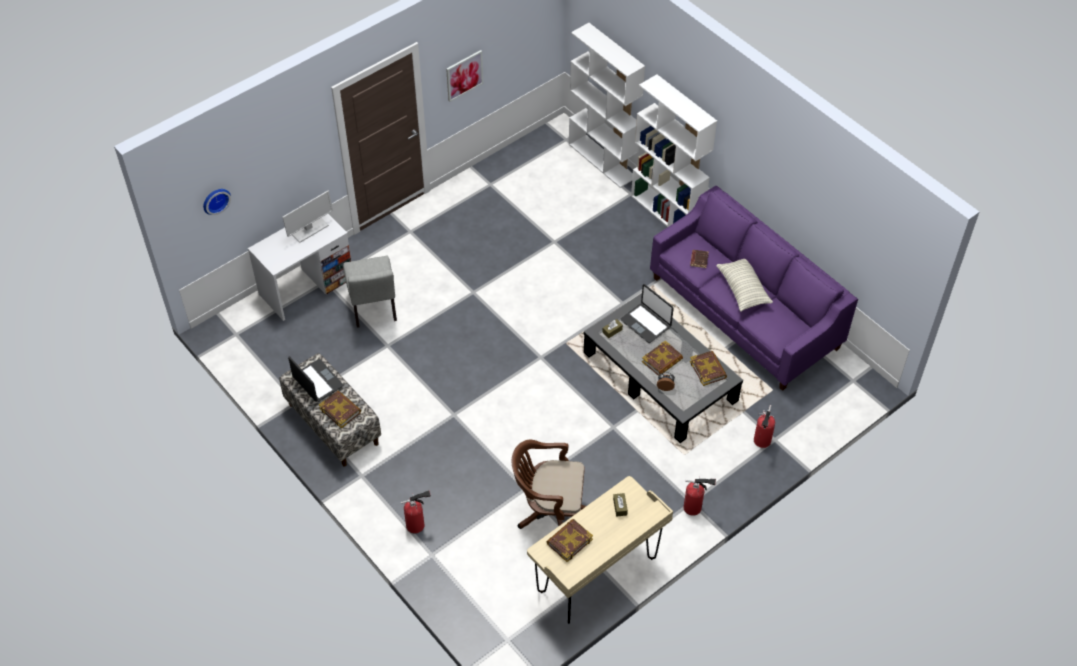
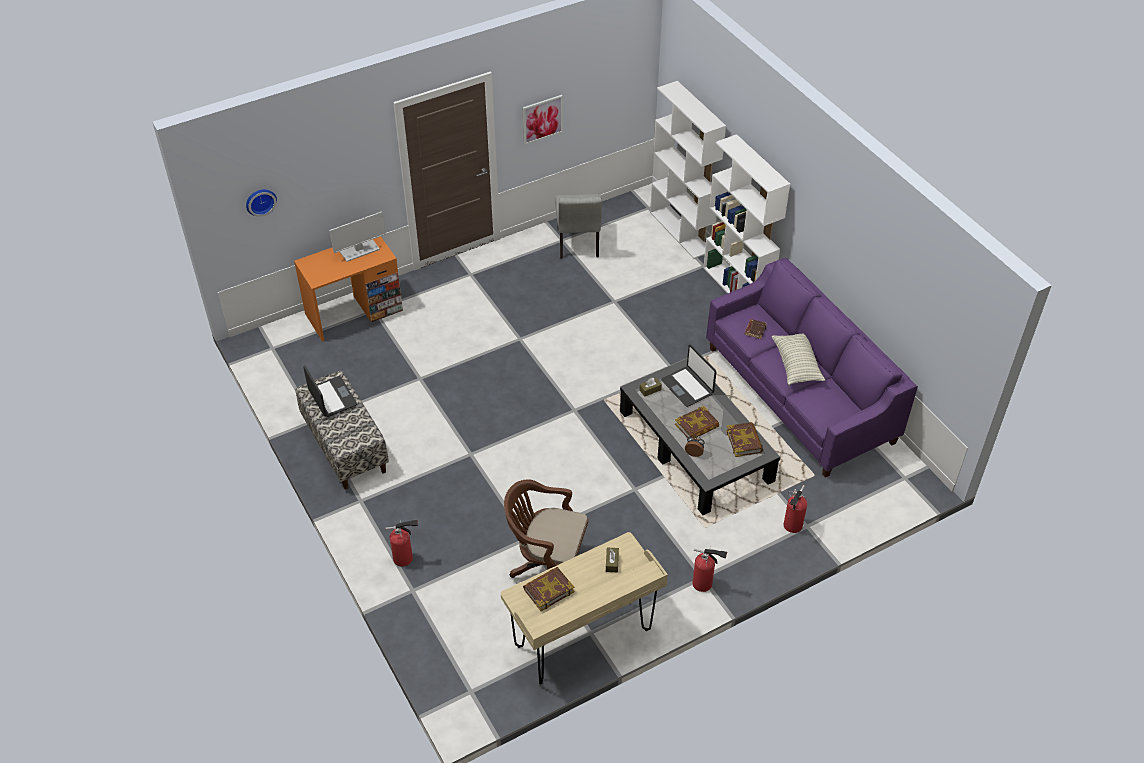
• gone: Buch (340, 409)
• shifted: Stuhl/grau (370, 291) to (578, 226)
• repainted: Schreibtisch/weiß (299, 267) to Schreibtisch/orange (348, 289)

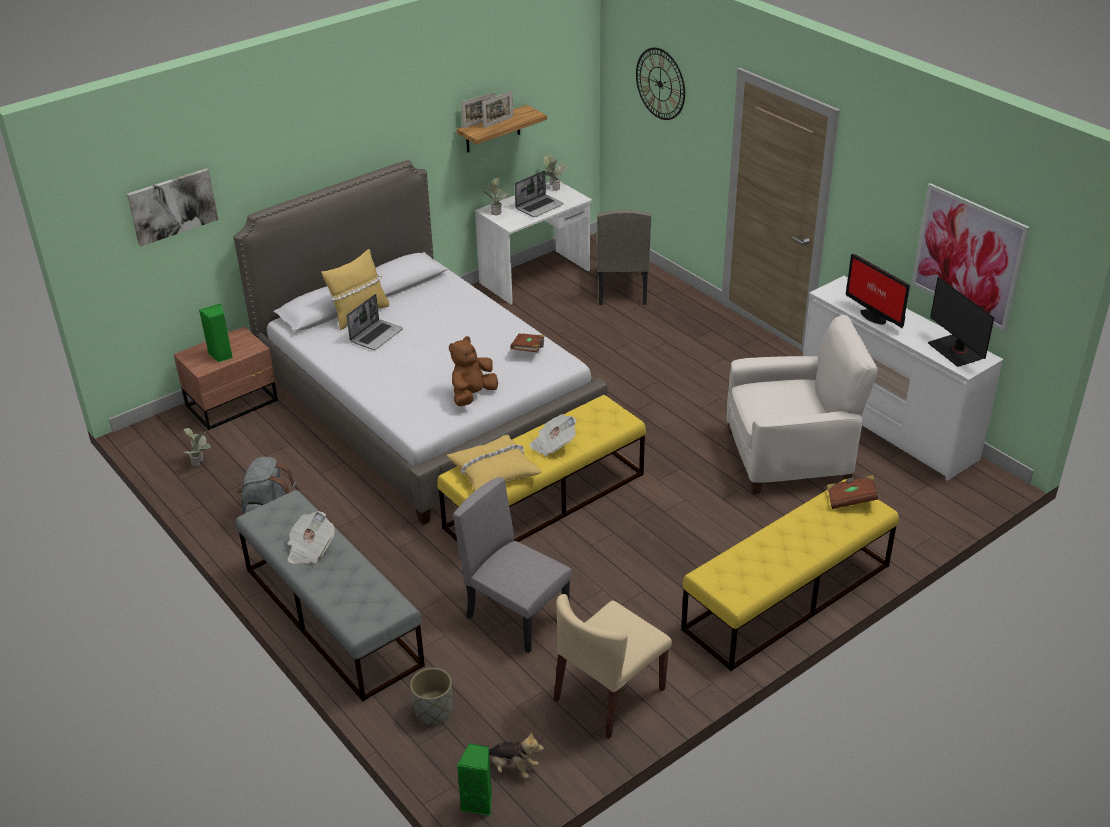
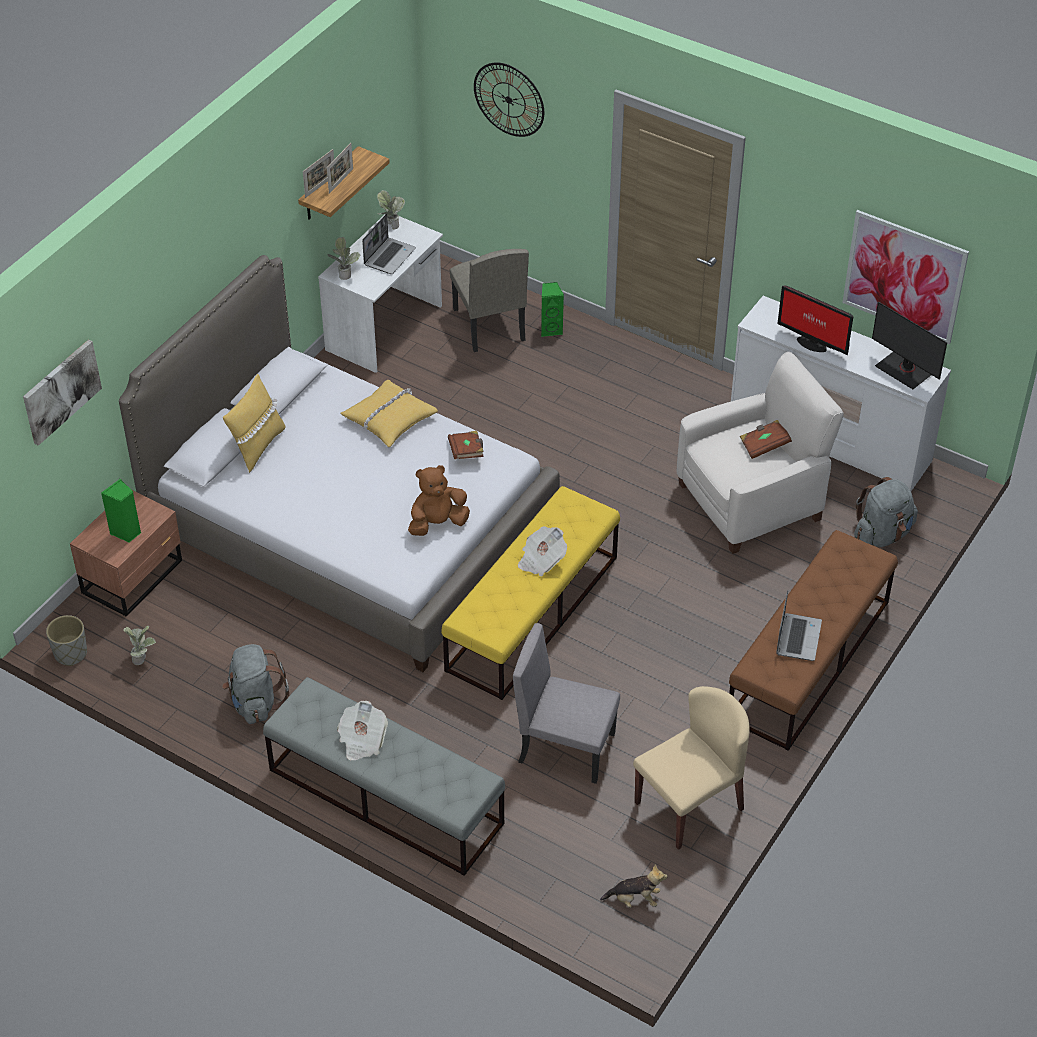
• new: Rucksack/grau (886, 512)
• shifted: Laptop (375, 322) to (799, 626)
• shifted: Pflanzkübel/grau (431, 696) to (66, 640)
• shifted: Kissen/gelb (494, 463) to (389, 413)
• shifted: Lautsprecher/grün (474, 779) to (552, 309)
• shifted: Buch/braun (852, 492) to (766, 439)
• repainted: Bank/gelb (790, 575) to Bank/braun (813, 640)
• rotated: Plüschtier/braun (473, 371) = (439, 500) 45 degrees clockwise
• rotated: Stuhl/beige (613, 667) = (691, 768) 150 degrees counterclockwise

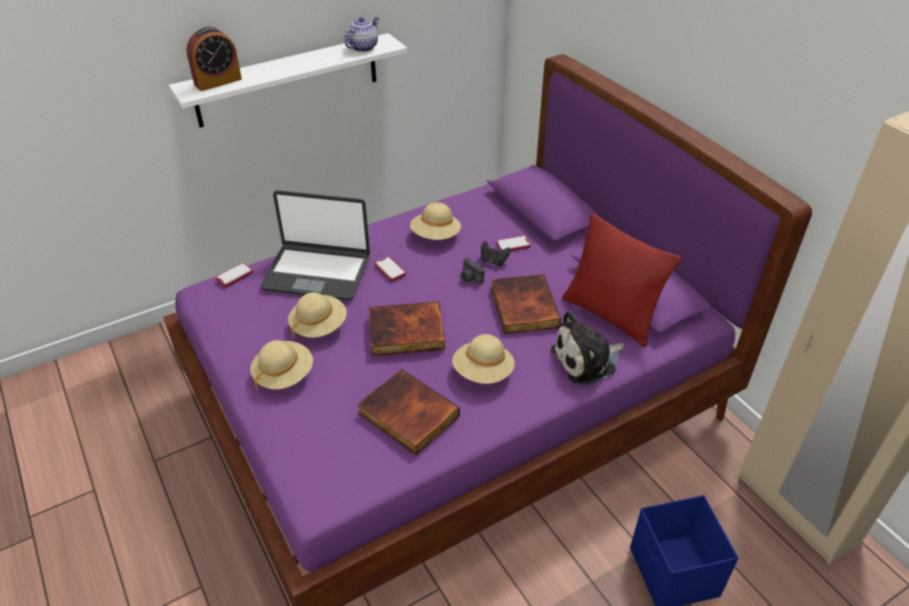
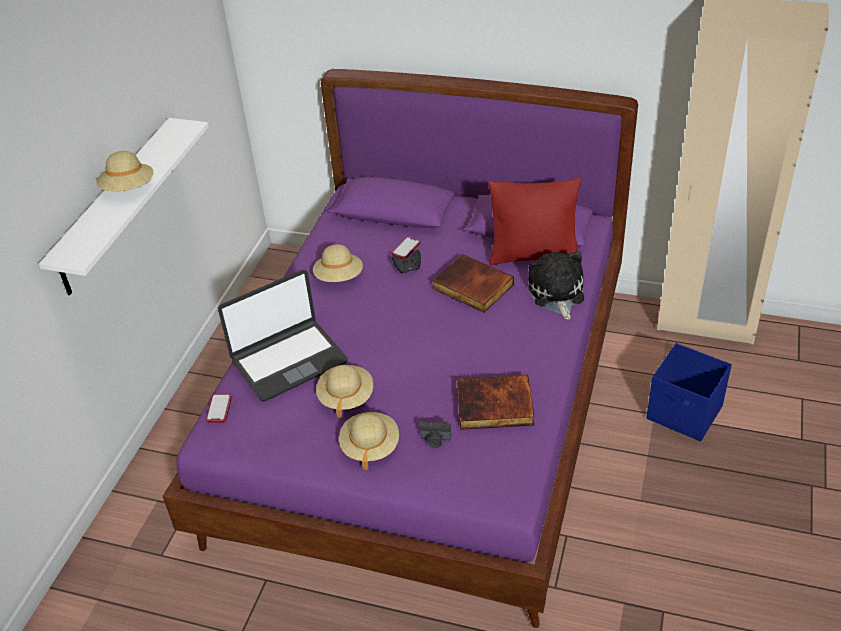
• gone: Wecker (214, 59)
• gone: Teekanne (361, 34)
• gone: Buch (407, 328)
• gone: Handy (390, 269)
• shifted: Hut/beige (483, 359) to (125, 171)
• shifted: Kamera (473, 270) to (435, 434)
• rotated: Plüschtier (587, 348) = (556, 285) 150 degrees clockwise

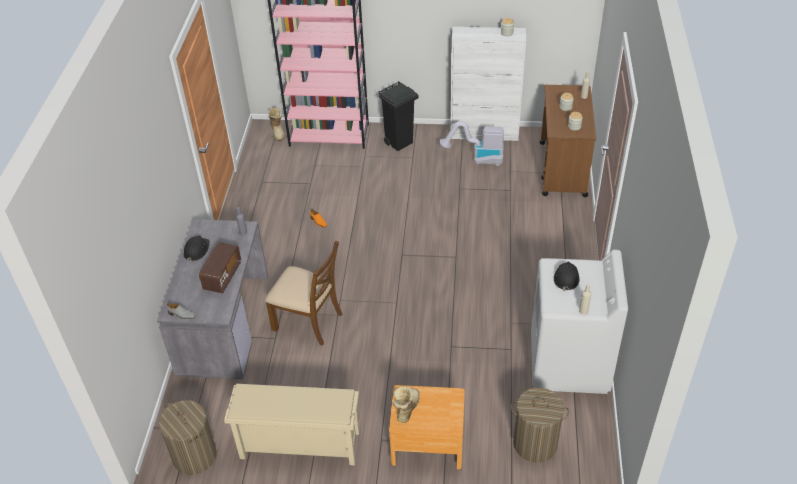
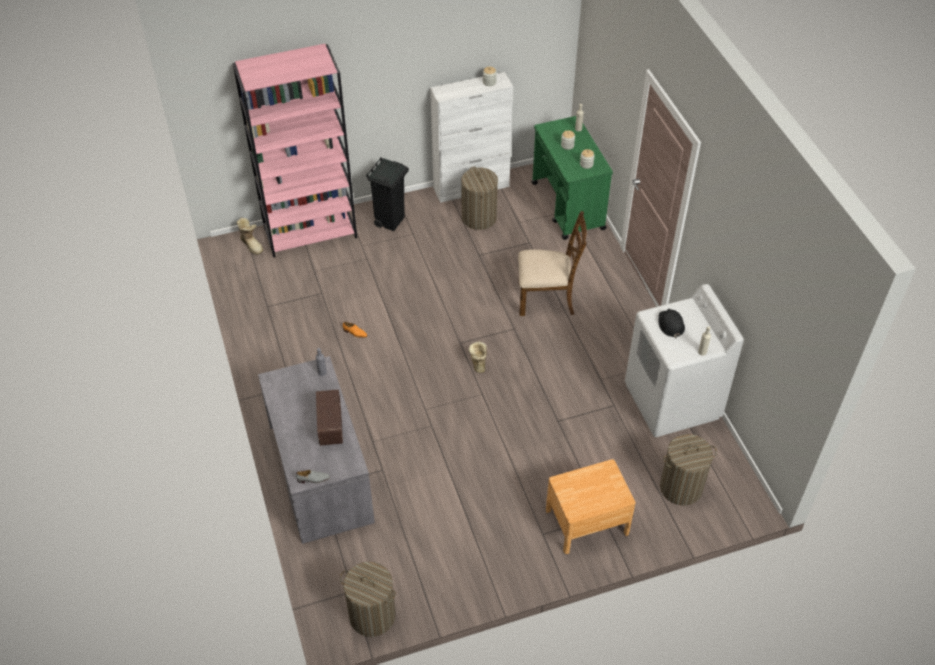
• gone: Schutzhelm/schwarz (197, 249)
• gone: Schuhregal/beige (291, 425)
• shifted: Stuhl/braun (303, 293) to (552, 263)
• shifted: Stiefel (406, 404) to (477, 357)
• swapped: Staubsauger (472, 143) to Wäschekorb (479, 198)
• repainted: Rollwagen/braun (568, 141) to Rollwagen/grün (572, 178)

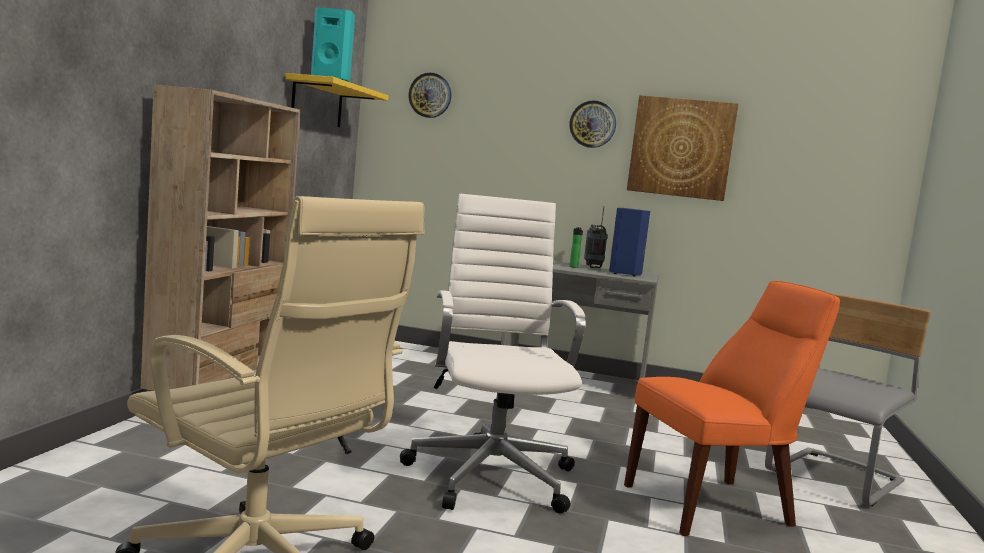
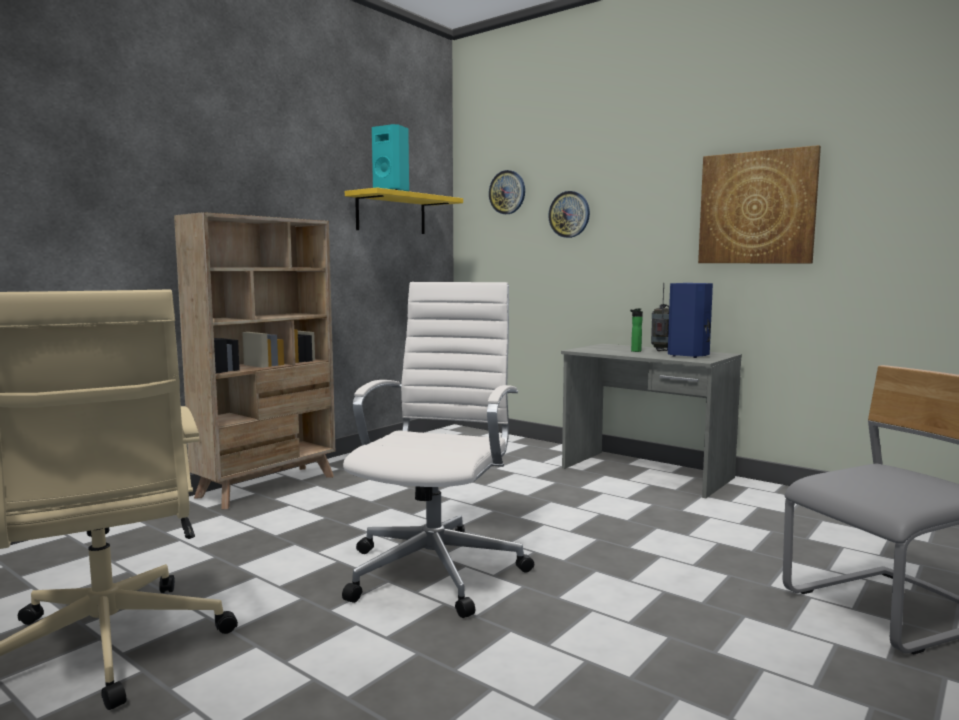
• gone: Stuhl/orange (732, 408)
• shifted: Wanduhr (592, 124) to (569, 214)

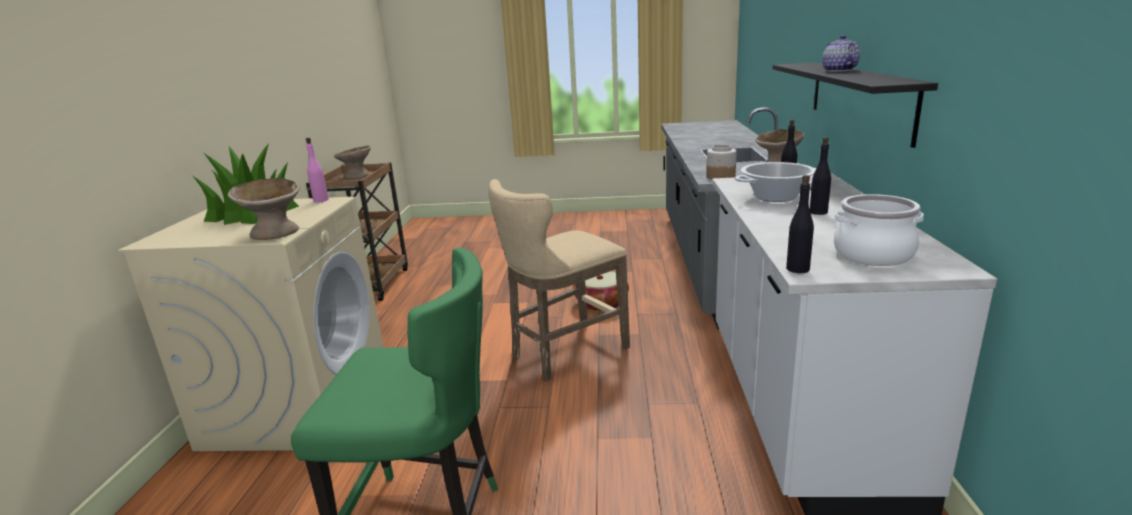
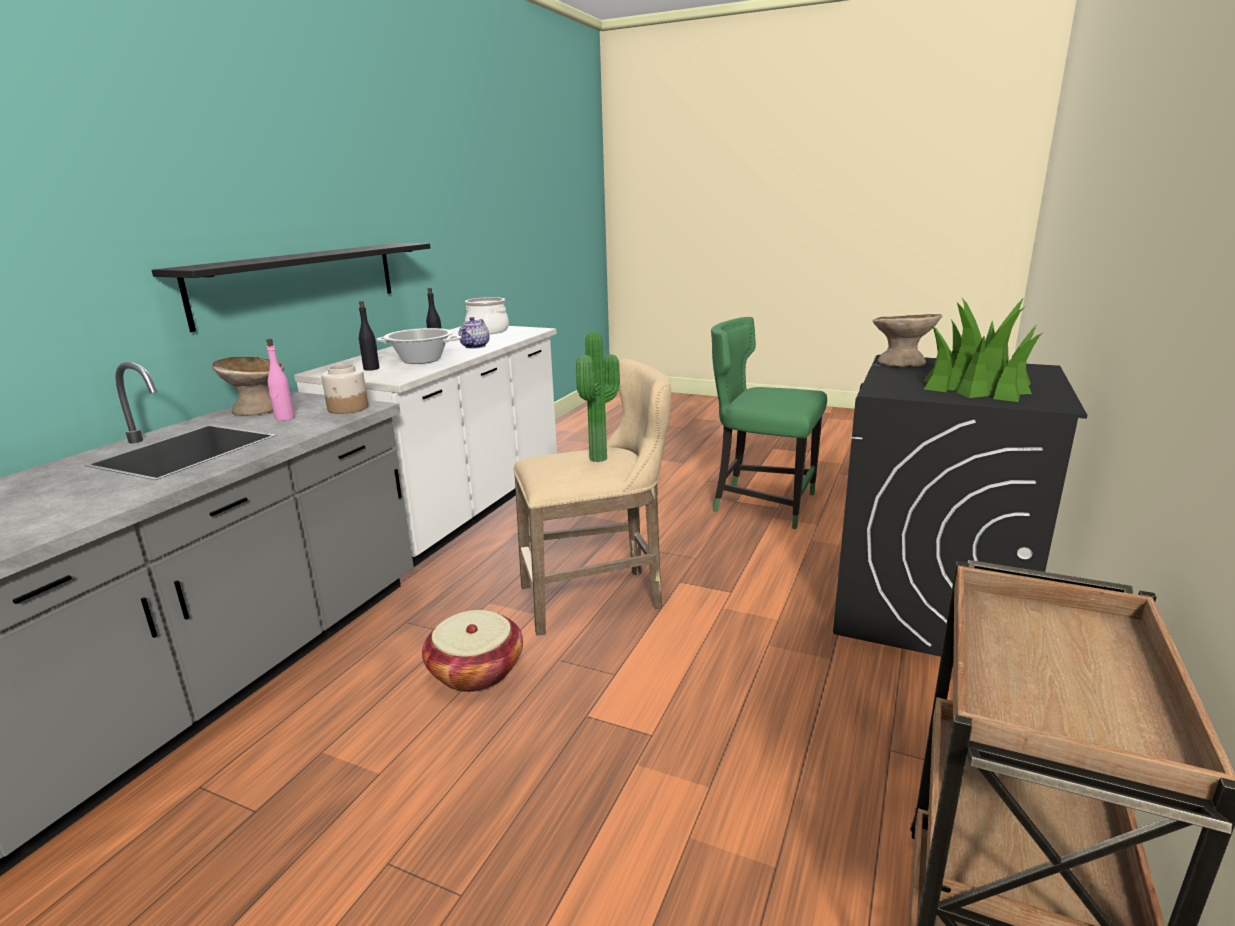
• gone: Schüssel/beige (352, 162)
• gone: Flasche/schwarz (800, 224)
• new: Topfpflanze (598, 397)
• shifted: Flasche/rosa (317, 170) to (280, 380)
• shifted: Teekanne (841, 53) to (474, 333)
• repainted: Waschmaschine/beige (251, 324) to Waschmaschine/schwarz (960, 506)

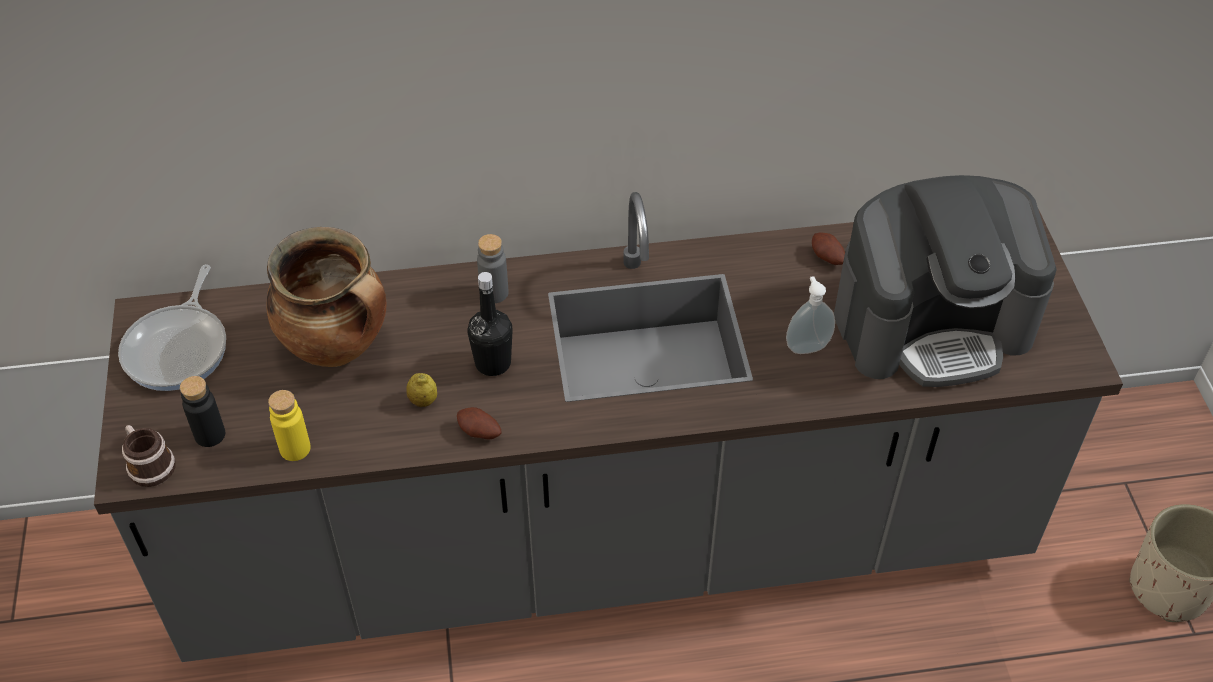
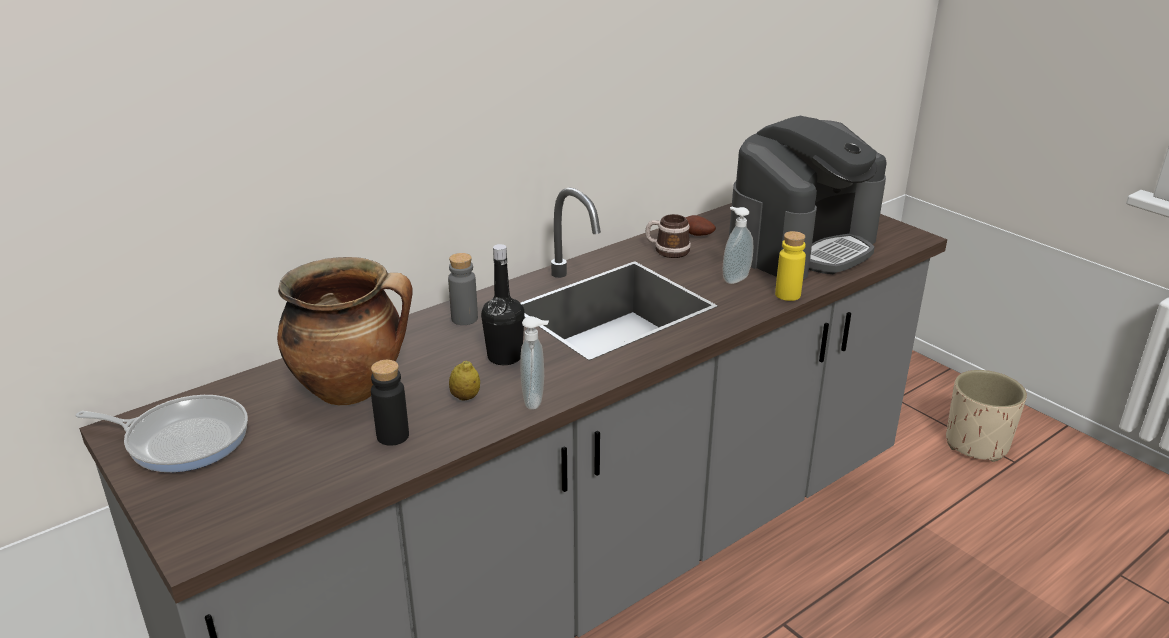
• shifted: Henkelbecher (149, 456) to (668, 236)
• shifted: Flasche/schwarz (202, 411) to (390, 403)
• shifted: Flasche/gelb (289, 425) to (790, 266)
• swapped: Kartoffel (479, 423) to Seifenspender (534, 363)
• rotated: Pfanne (172, 327) = (162, 433) 60 degrees counterclockwise

